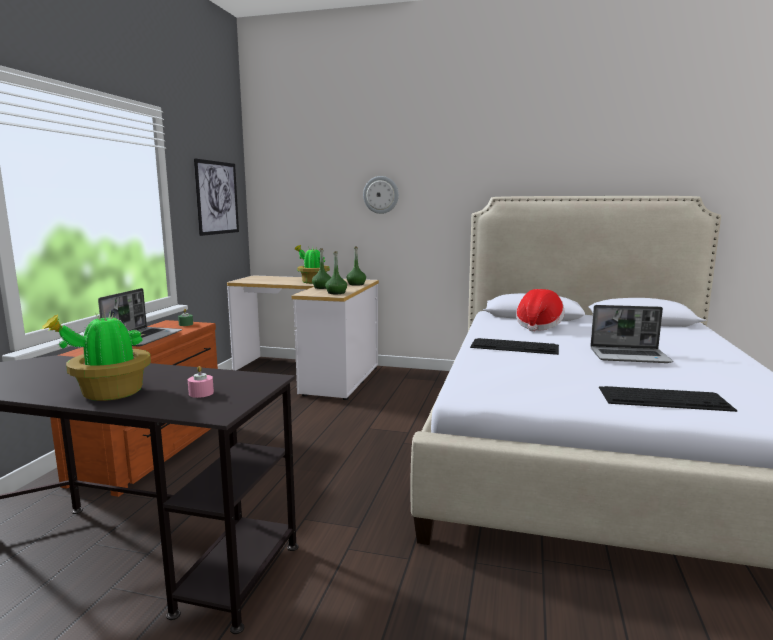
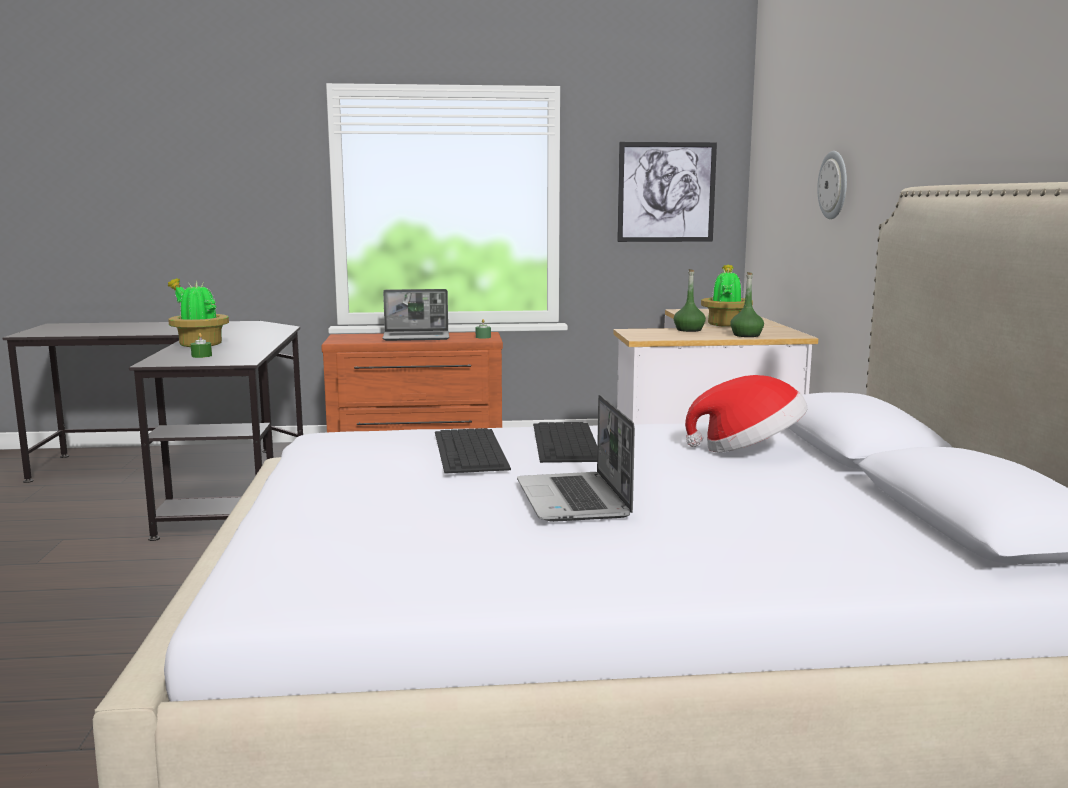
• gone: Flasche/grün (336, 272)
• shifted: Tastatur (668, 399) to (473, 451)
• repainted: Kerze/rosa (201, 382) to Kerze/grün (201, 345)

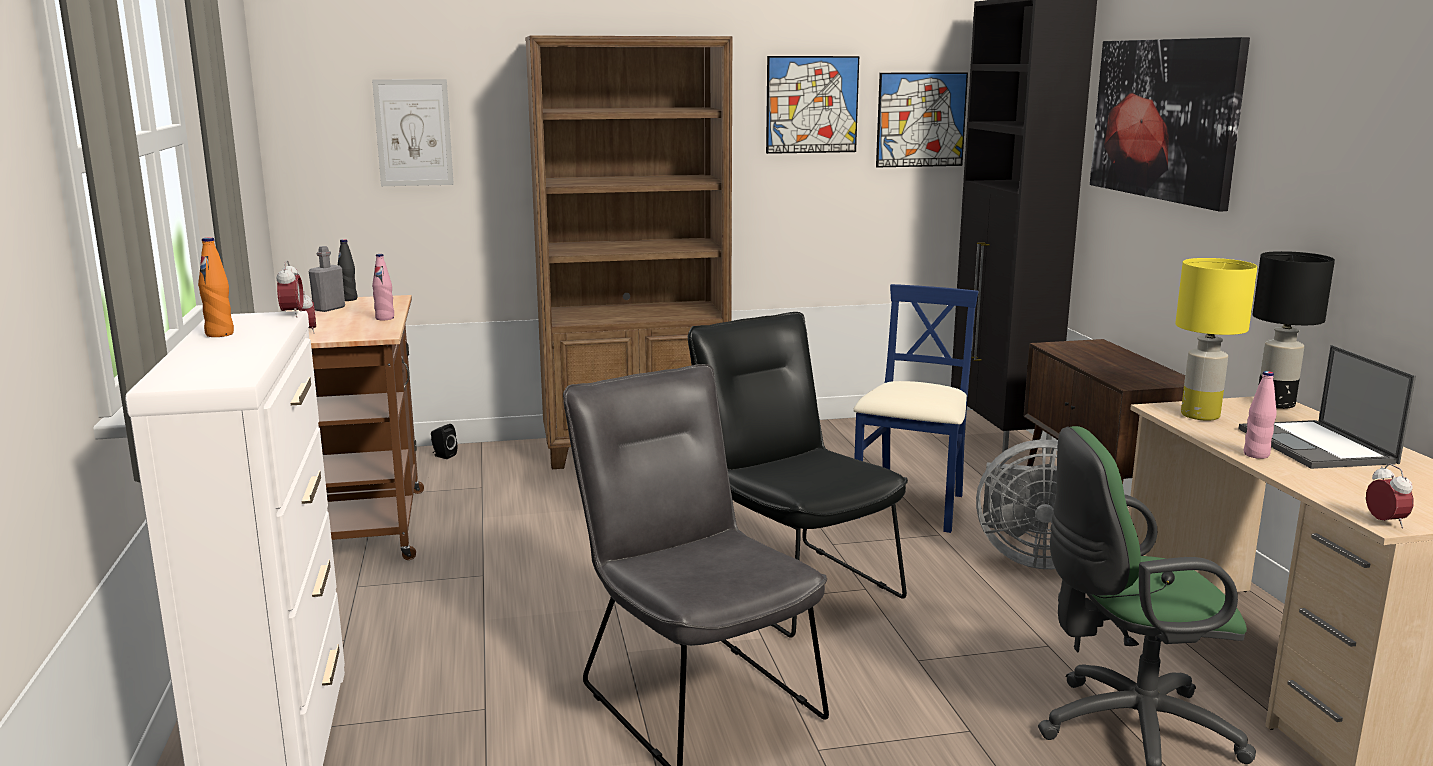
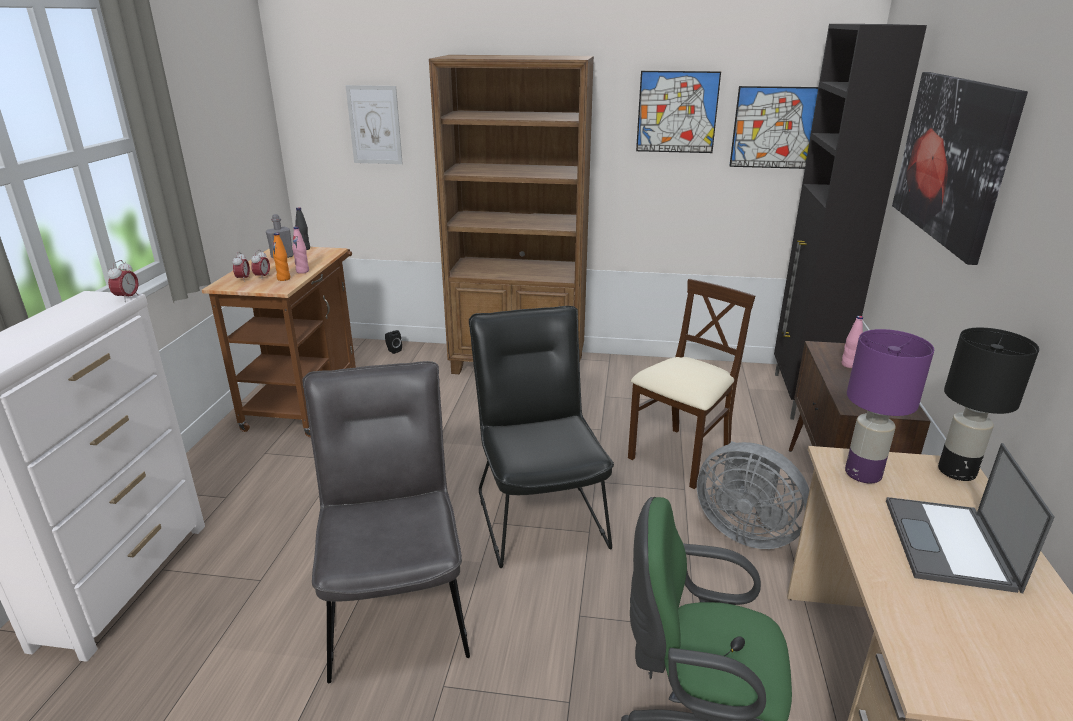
• shifted: Flasche/orange (216, 287) to (281, 257)
• shifted: Flasche/rosa (1260, 415) to (852, 342)
• shifted: Wecker (1390, 496) to (260, 264)
• repainted: Stuhl/blau (915, 408) to Stuhl/beige (691, 384)
• repainted: Tischlampe/gelb (1216, 339) to Tischlampe/lila (889, 406)

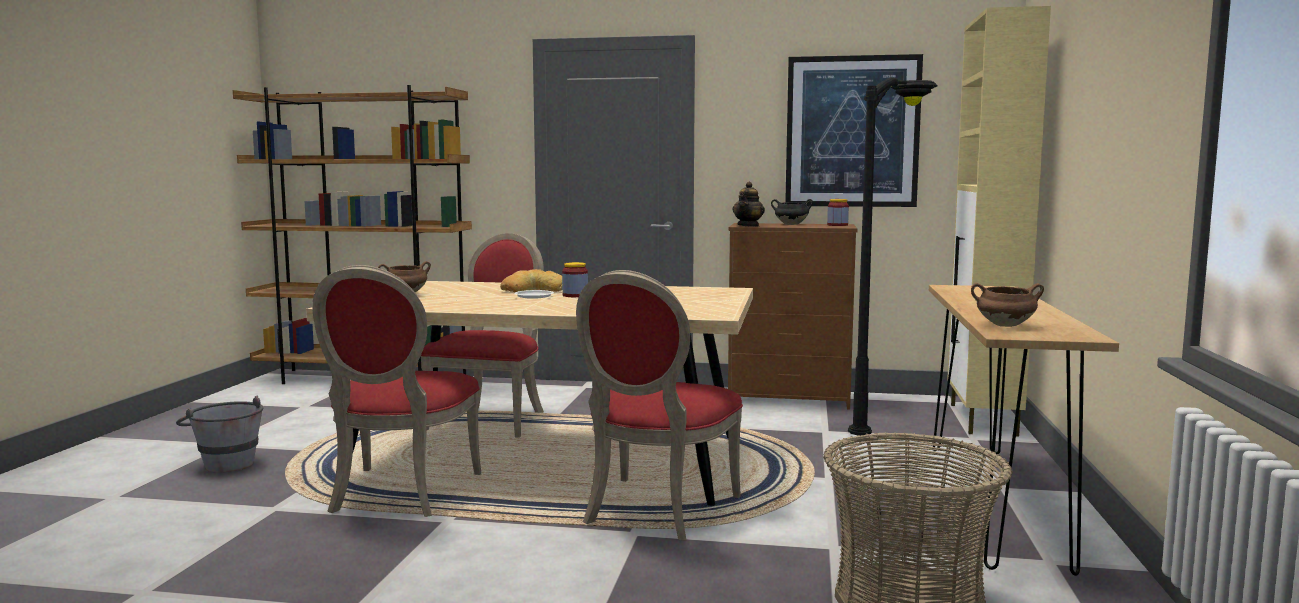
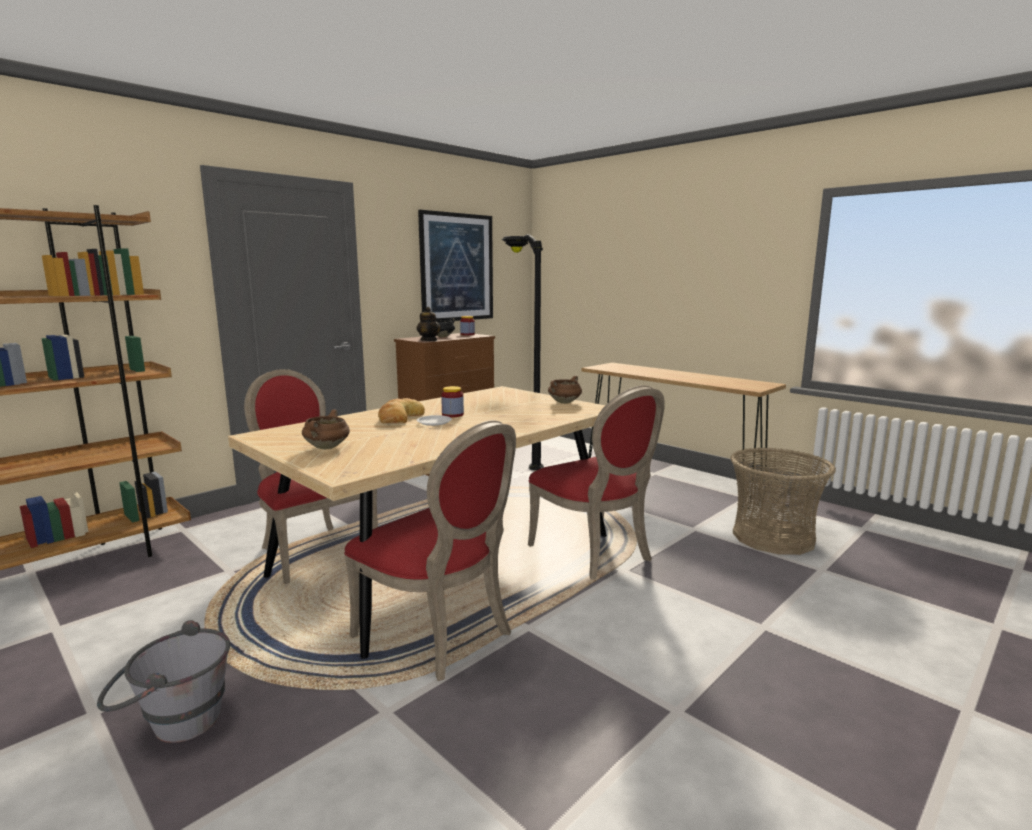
• gone: Schrank/beige (999, 221)
• shifted: Kochtopf/braun (1007, 305) to (565, 390)

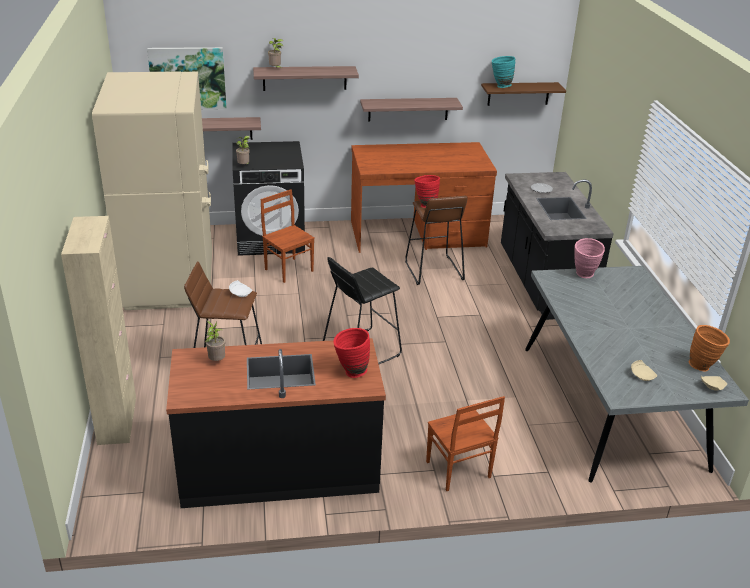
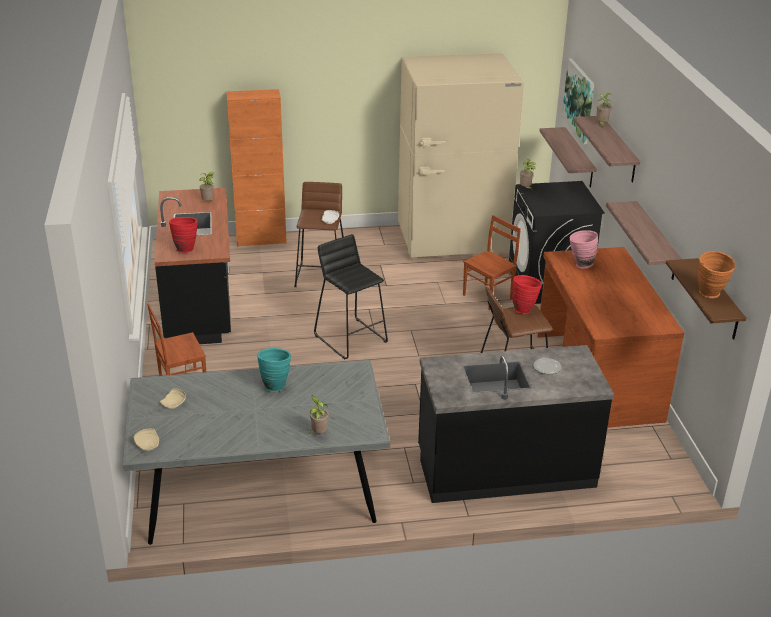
• new: Topfpflanze (319, 415)
• shifted: Vase/türkis (503, 72) to (274, 370)
• shifted: Vase/rosa (589, 258) to (584, 249)
• shifted: Vase/orange (709, 348) to (716, 274)
• repainted: Schrank/beige (98, 330) to Schrank/orange (256, 168)

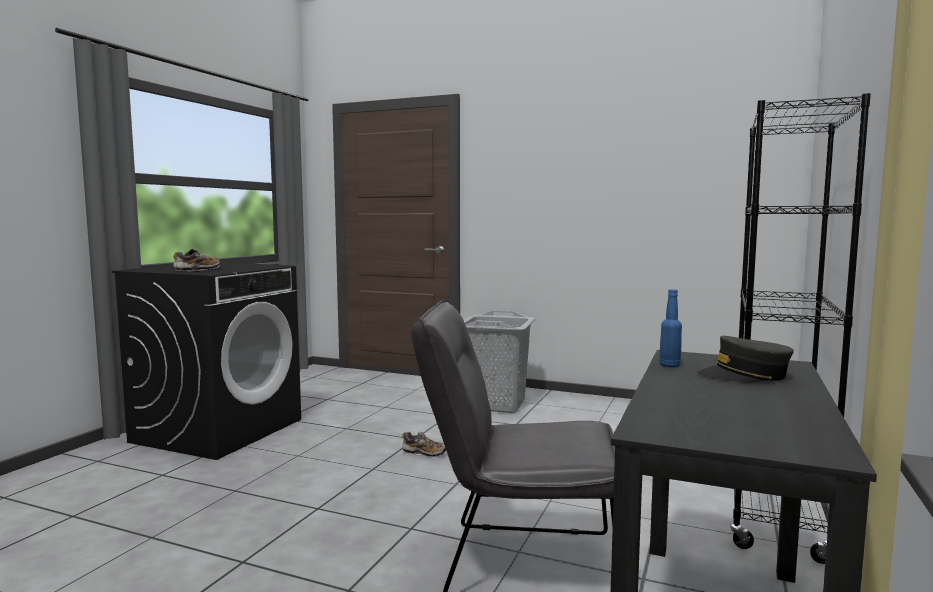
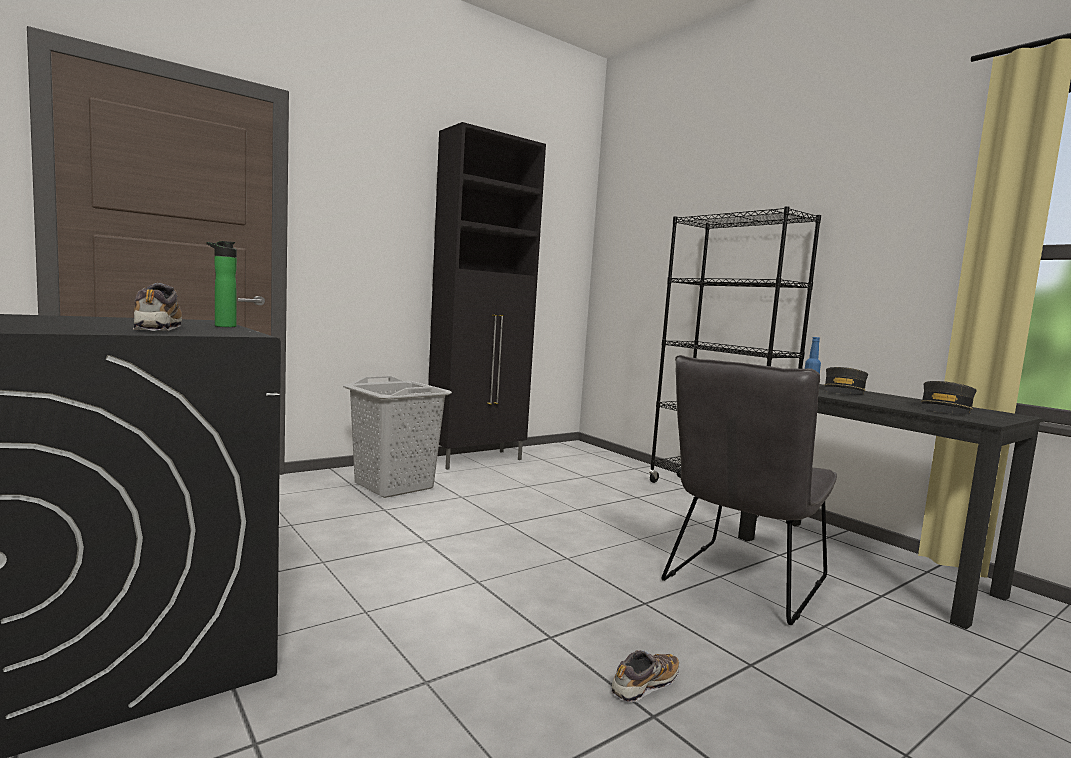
• new: Flasche (222, 284)
• new: Schrank/schwarz (487, 296)
• new: Kappe/grau (948, 397)
• shifted: Schuh (424, 444) to (644, 676)

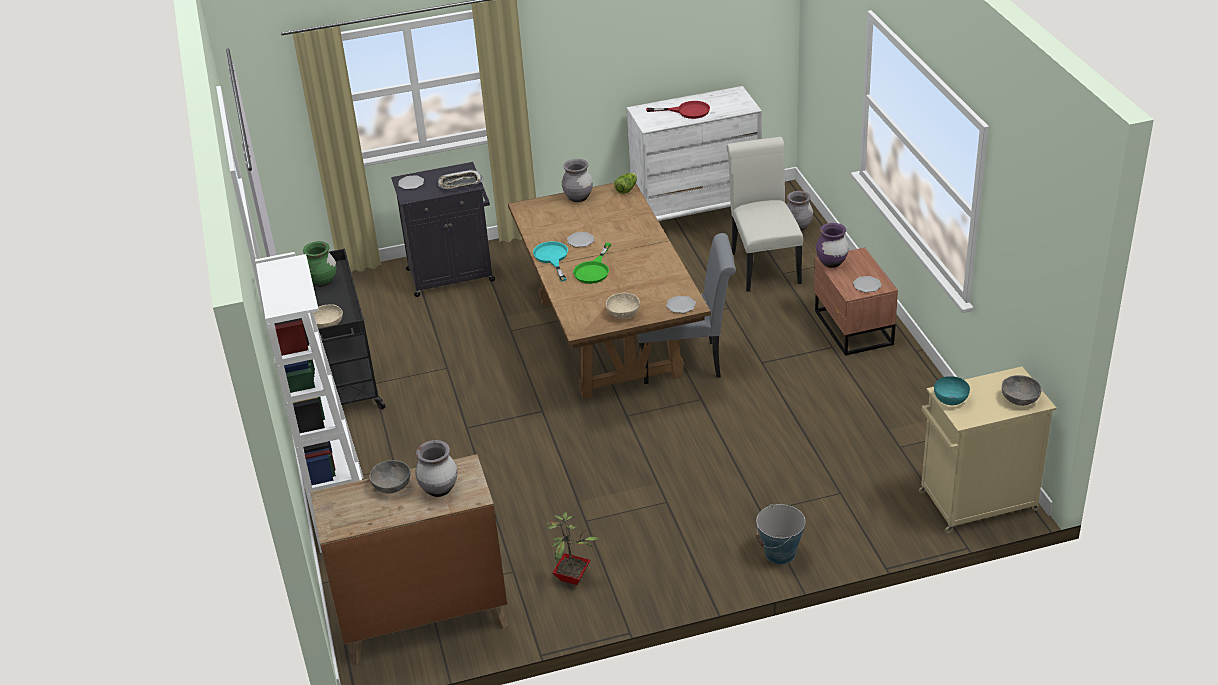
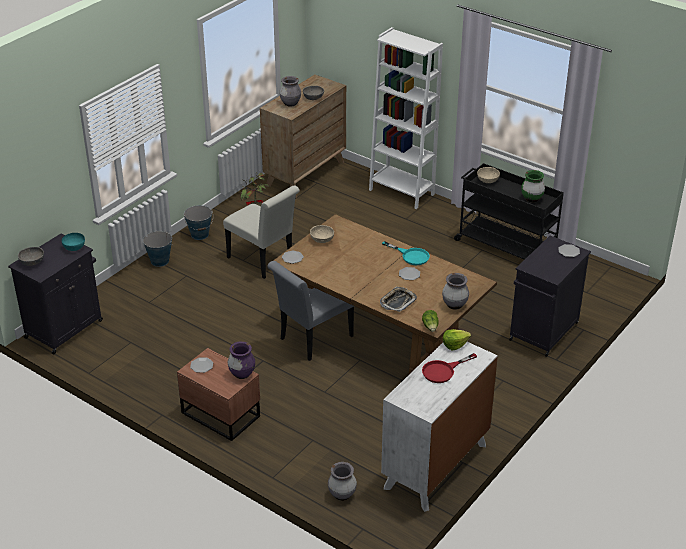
• gone: Pfanne/grün (592, 263)
• new: Eimer (198, 222)
• new: Salatkopf (457, 339)
• shifted: Tablett (460, 179) to (398, 299)
• shifted: Stuhl/weiß (764, 214) to (261, 232)
• repainted: Schrank/beige (987, 450) to Schrank/schwarz (55, 294)

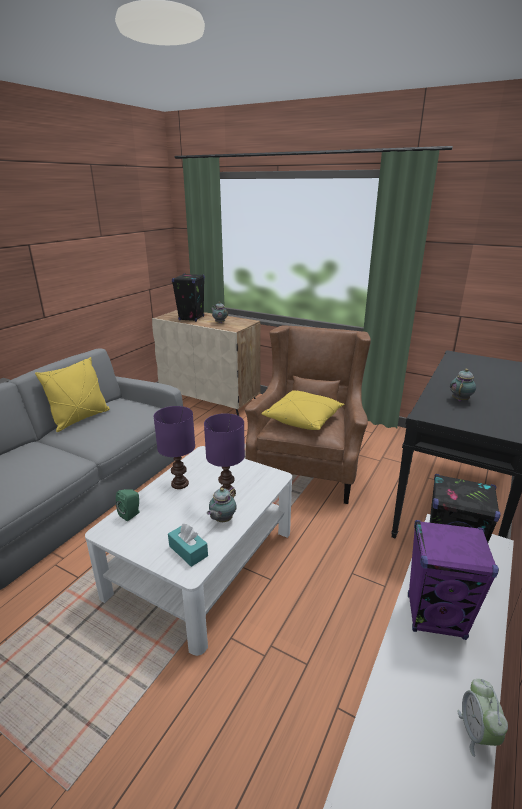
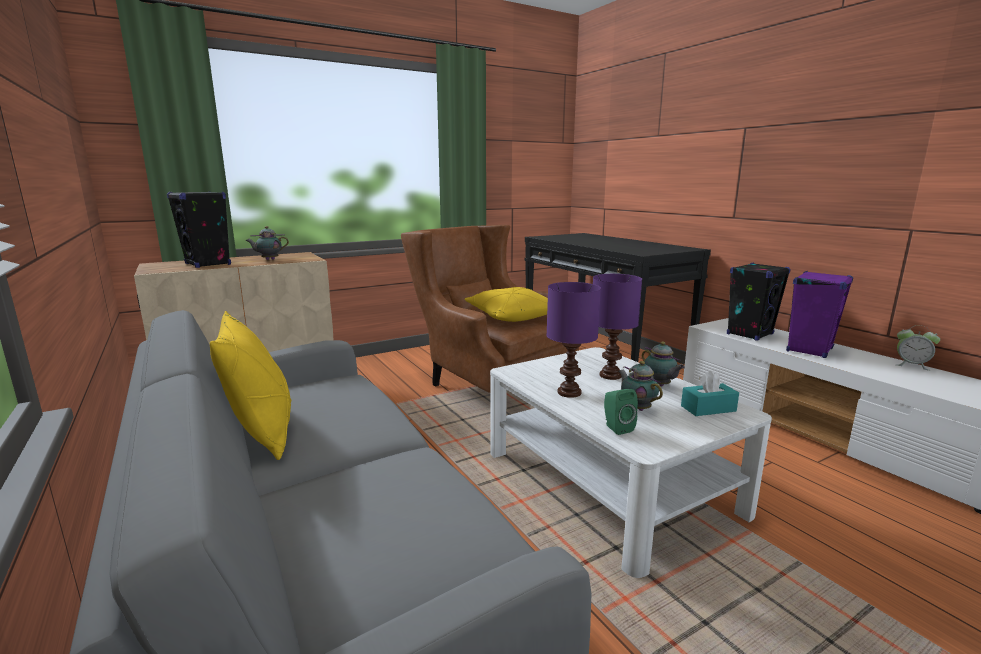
• shifted: Teekanne (463, 385) to (641, 386)

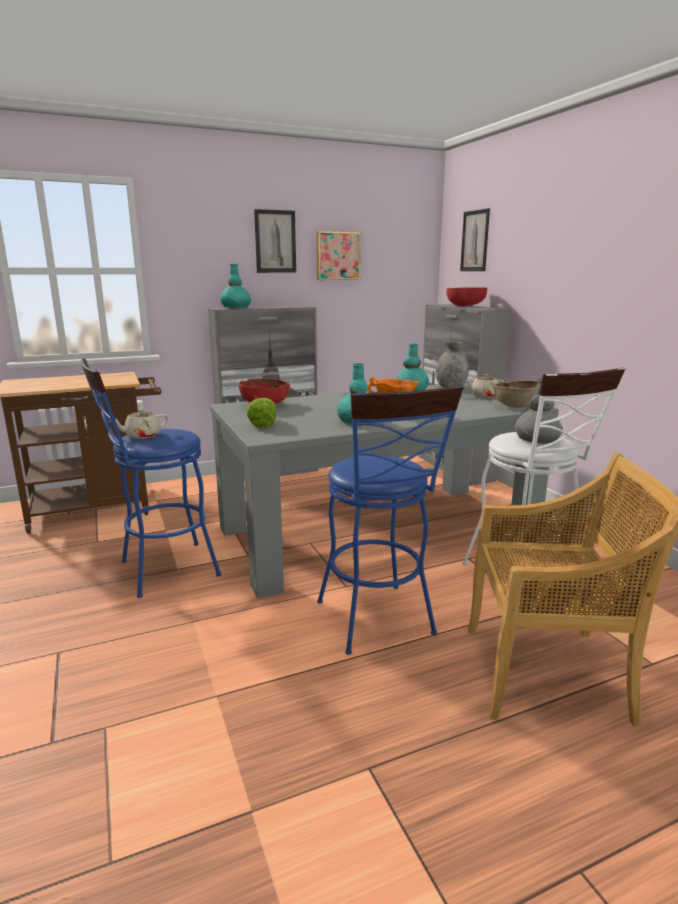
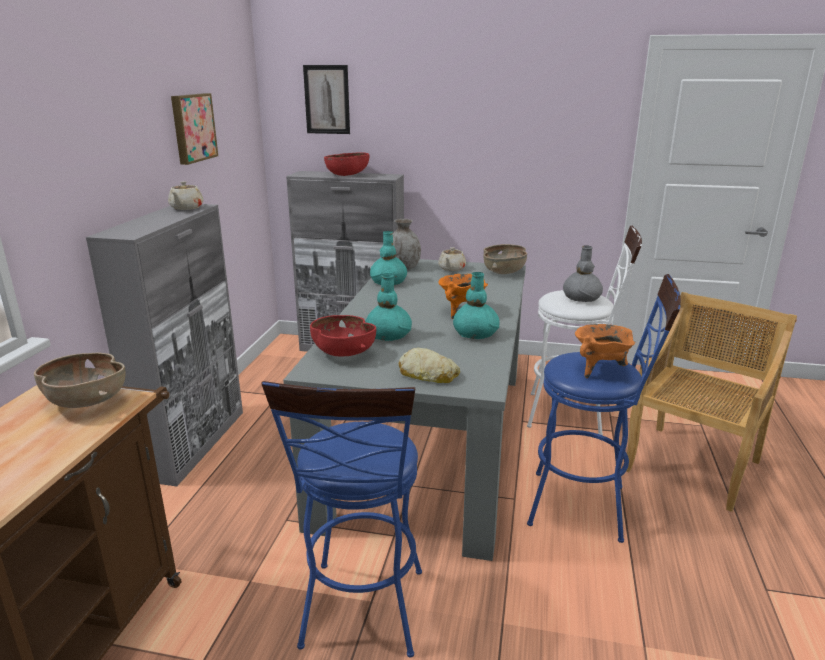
• gone: Bild (275, 241)
• new: Schüssel/braun (79, 380)
• new: Kochtopf/orange (605, 351)
• shifted: Teekanne/beige (141, 424) to (186, 195)
• shifted: Vase/türkis (235, 285) to (388, 307)
• swapped: Salatkopf (261, 413) to Brot (429, 365)

